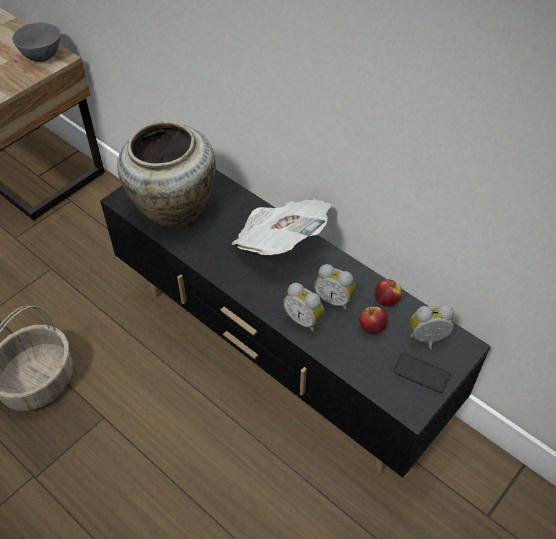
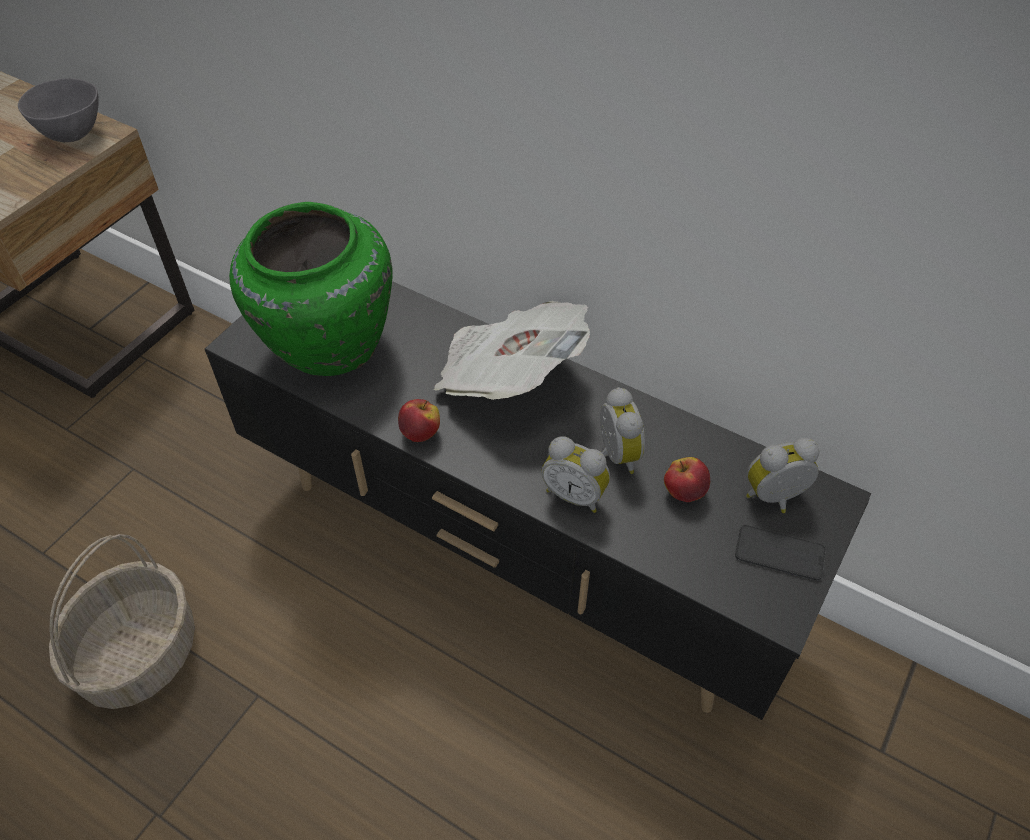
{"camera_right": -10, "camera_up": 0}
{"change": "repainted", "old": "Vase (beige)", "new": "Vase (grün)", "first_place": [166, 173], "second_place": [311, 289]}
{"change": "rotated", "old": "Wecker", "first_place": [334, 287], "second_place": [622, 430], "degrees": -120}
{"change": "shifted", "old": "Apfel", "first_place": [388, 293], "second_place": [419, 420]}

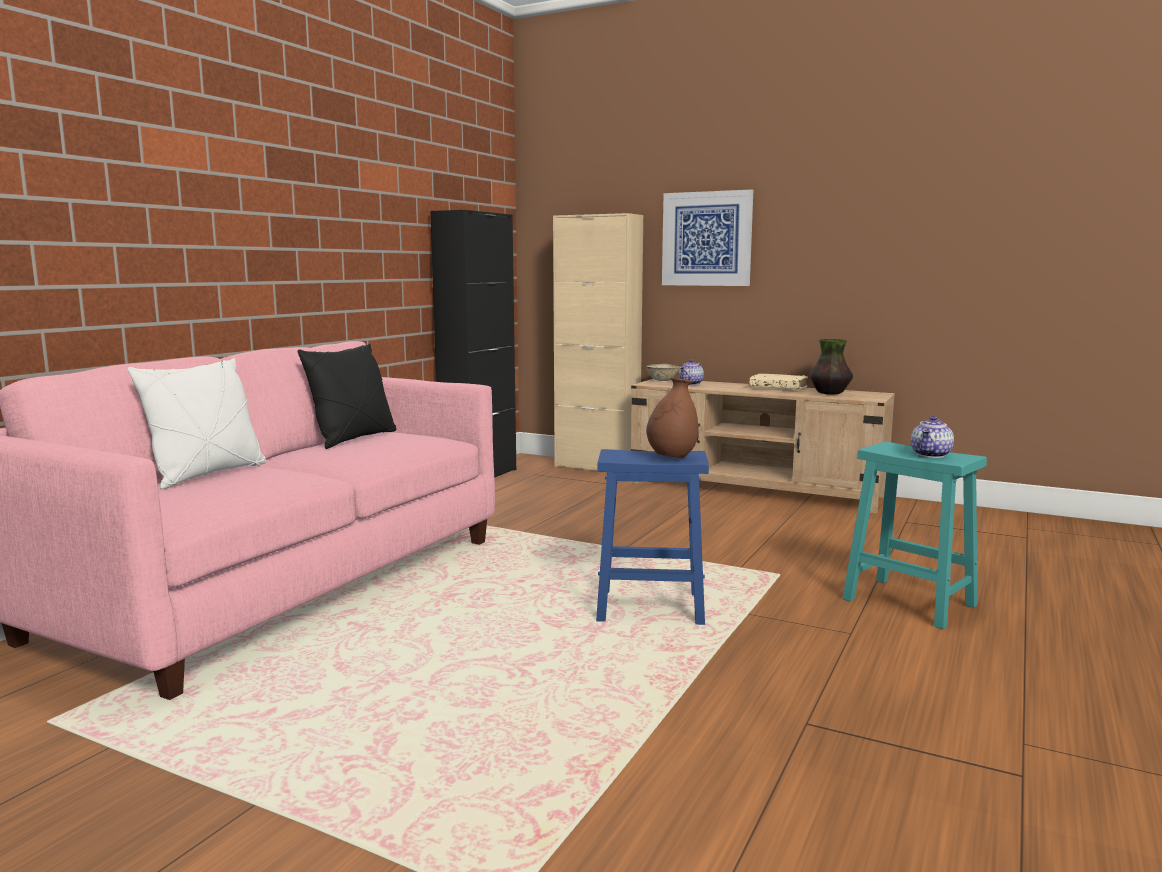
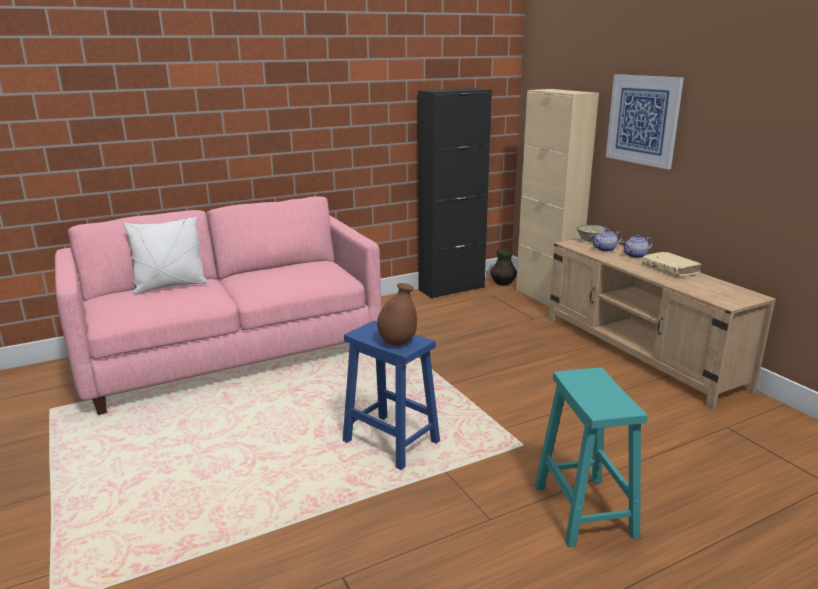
{"camera_right": 35, "camera_up": 10}
{"change": "gone", "old": "Kissen (schwarz)", "first_place": [347, 396]}
{"change": "shifted", "old": "Vase", "first_place": [831, 367], "second_place": [503, 266]}
{"change": "shifted", "old": "Teekanne", "first_place": [932, 437], "second_place": [637, 246]}

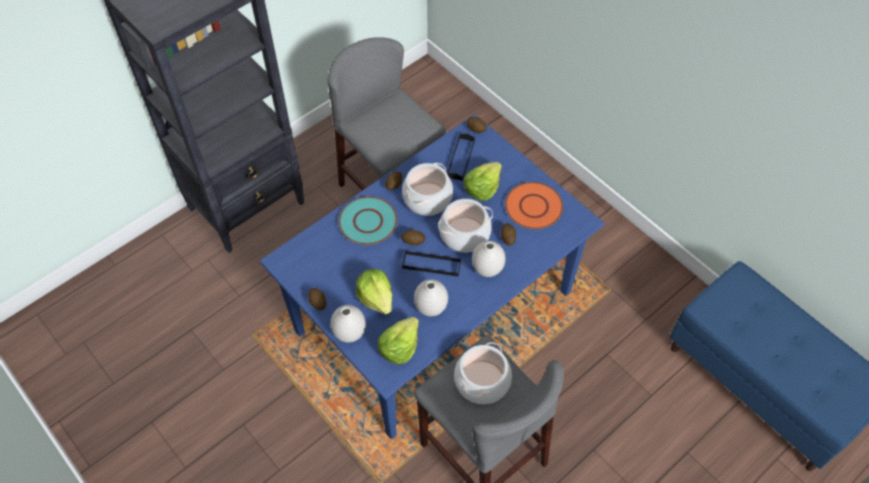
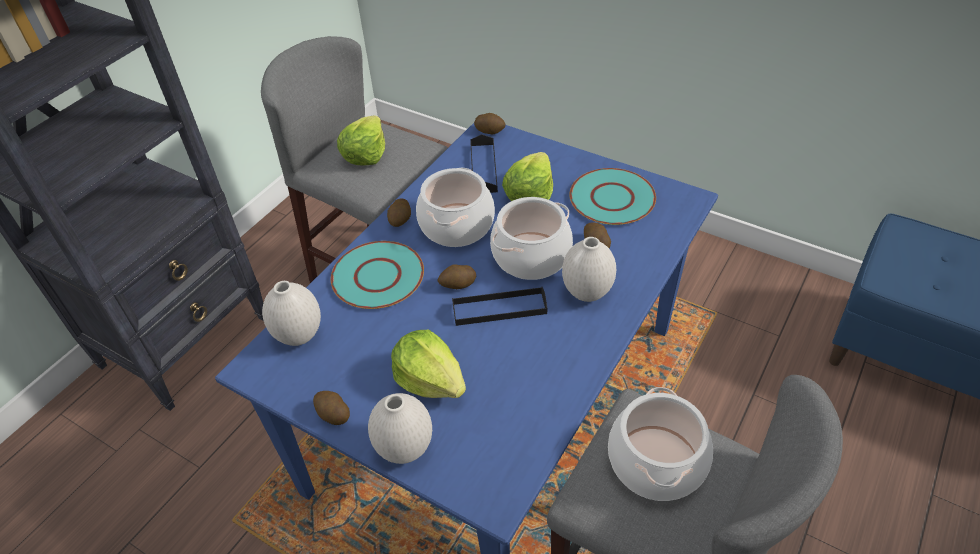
{"camera_right": -15, "camera_up": -10}
{"change": "shifted", "old": "Salatkopf", "first_place": [398, 341], "second_place": [361, 140]}
{"change": "shifted", "old": "Vase (weiß)", "first_place": [431, 297], "second_place": [291, 313]}
{"change": "repainted", "old": "Teller (orange)", "new": "Teller (türkis)", "first_place": [534, 205], "second_place": [612, 196]}

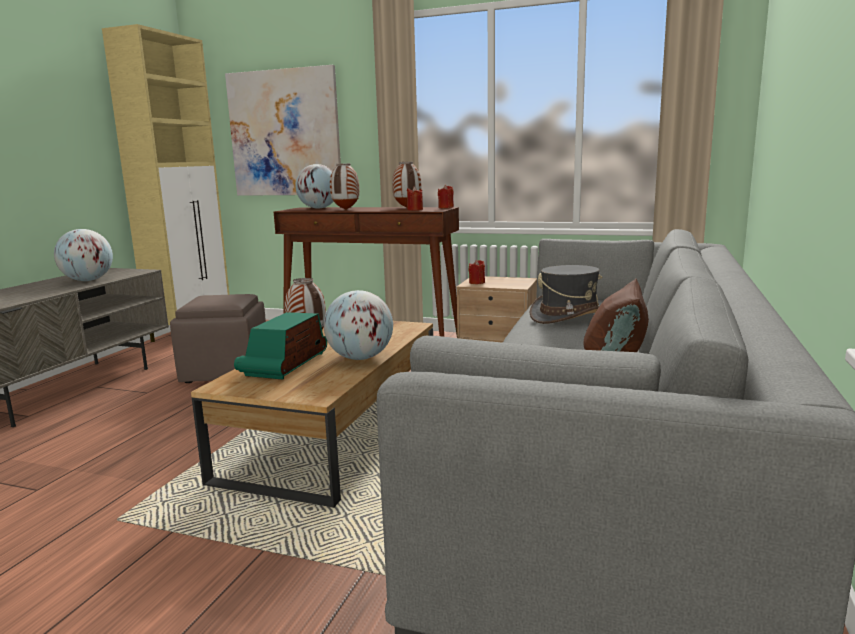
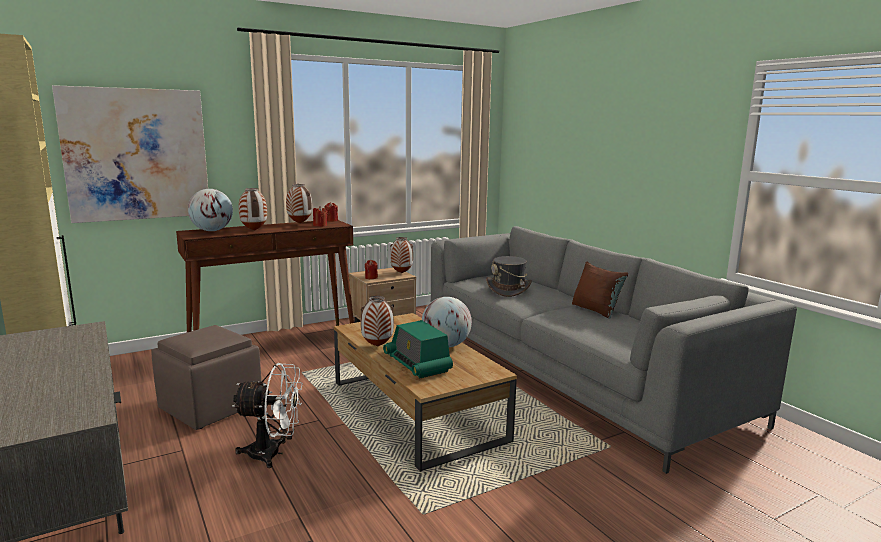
{"camera_right": -50, "camera_up": 0}
{"change": "gone", "old": "Globus", "first_place": [83, 255]}
{"change": "new", "new": "Ventilator (weiß)", "second_place": [267, 415]}
{"change": "new", "new": "Vase", "second_place": [401, 255]}

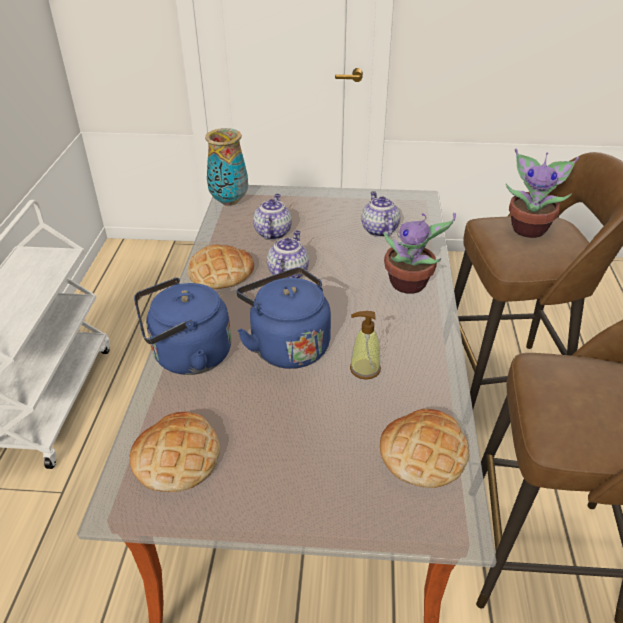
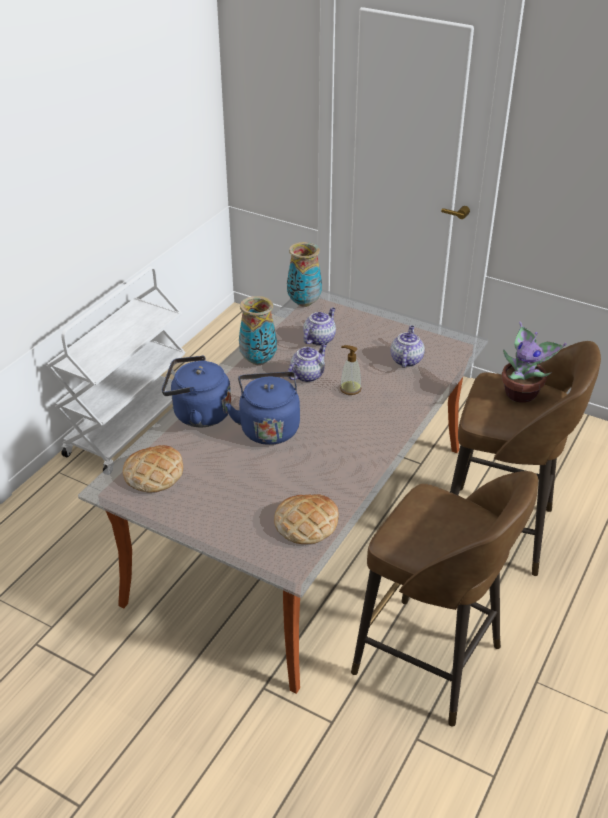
{"camera_right": 25, "camera_up": 0}
{"change": "swapped", "old": "Brot", "new": "Vase", "first_place": [220, 267], "second_place": [258, 330]}
{"change": "shifted", "old": "Seifenspender", "first_place": [365, 345], "second_place": [351, 370]}
{"change": "gone", "old": "Topfpflanze", "first_place": [420, 253]}

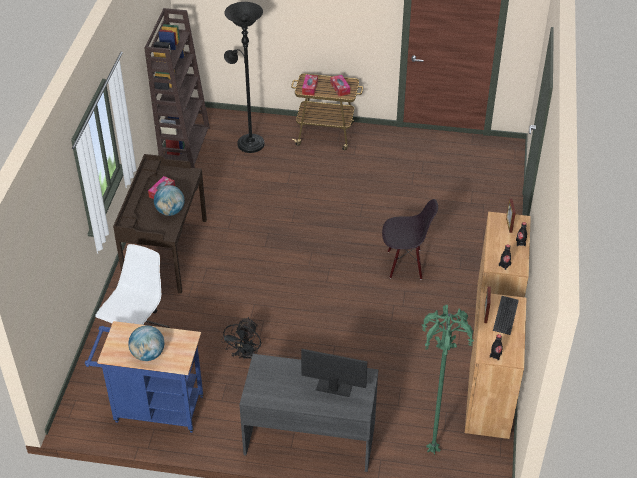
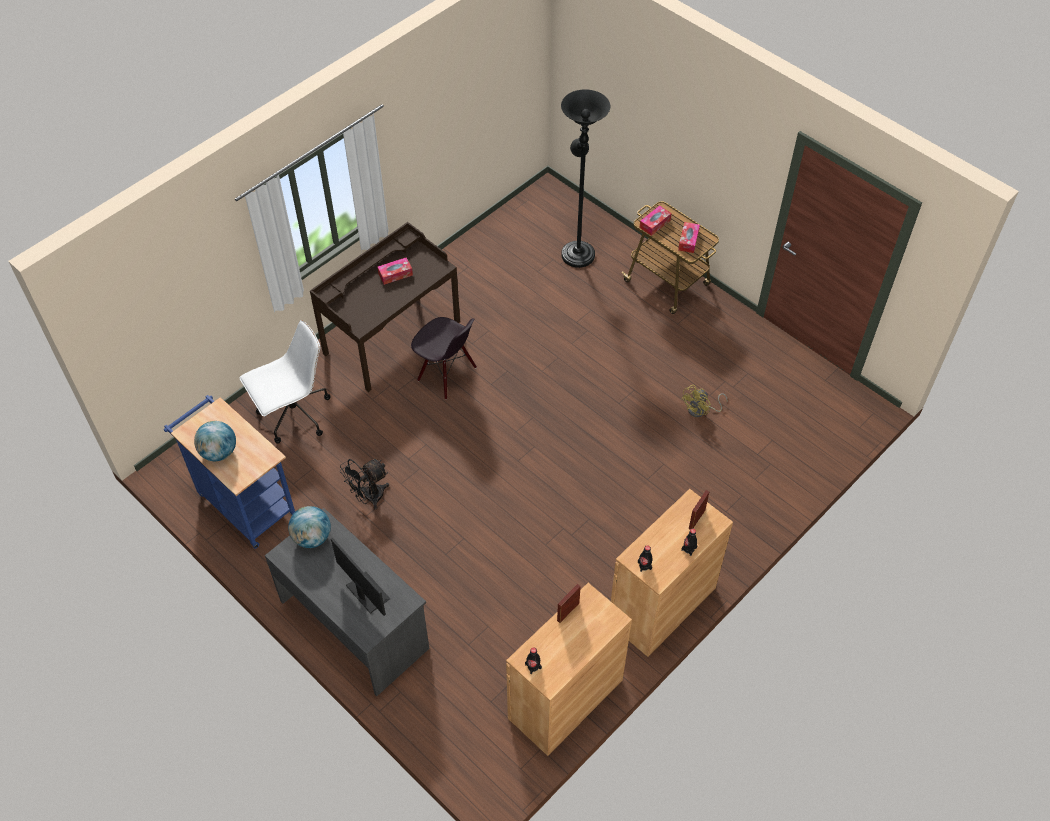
{"camera_right": 35, "camera_up": 10}
{"change": "gone", "old": "Bücherregal (braun)", "first_place": [177, 88]}
{"change": "shifted", "old": "Globus", "first_place": [169, 200], "second_place": [309, 527]}
{"change": "shifted", "old": "Stuhl (schwarz)", "first_place": [410, 239], "second_place": [444, 358]}
{"change": "gone", "old": "Stehlampe (grün)", "first_place": [448, 380]}
{"change": "gone", "old": "Tastatur", "first_place": [506, 315]}
{"change": "new", "new": "Ventilator (gelb)", "second_place": [704, 401]}

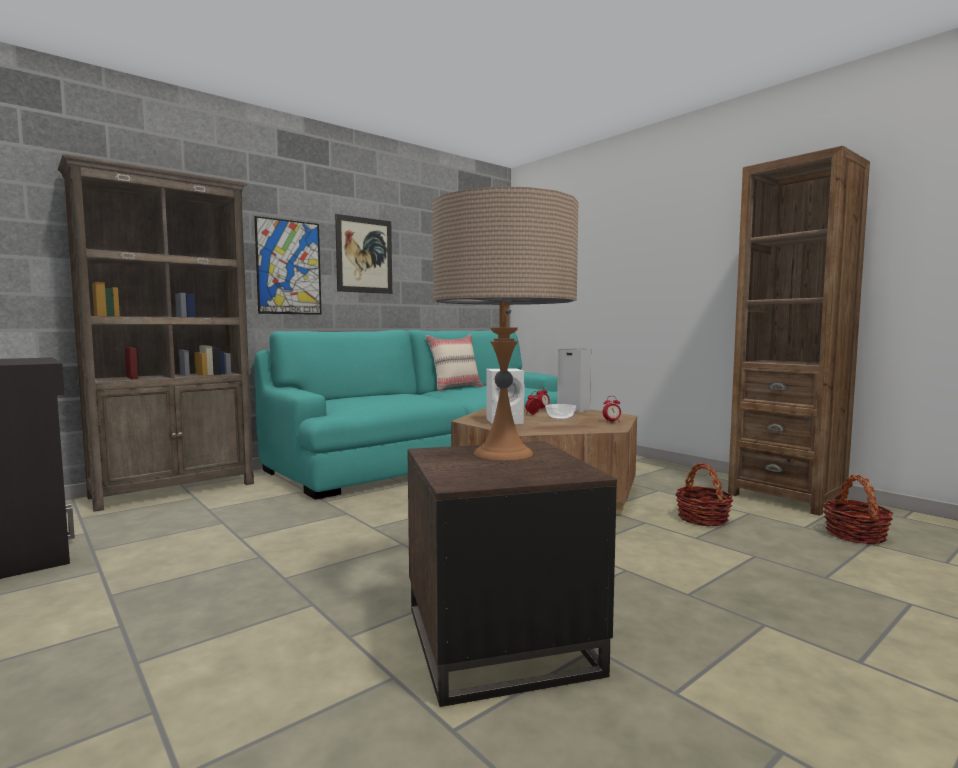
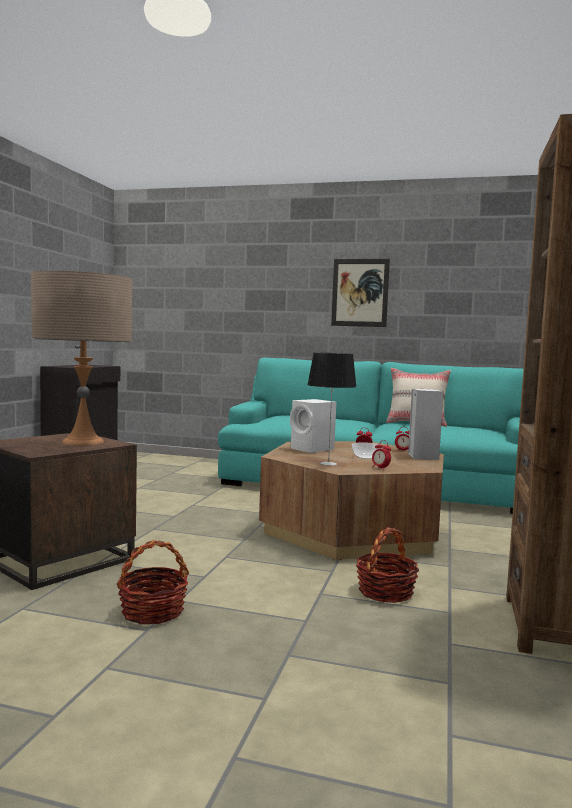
{"camera_right": 55, "camera_up": 0}
{"change": "gone", "old": "Bücherregal (braun)", "first_place": [156, 332]}
{"change": "gone", "old": "Bild", "first_place": [288, 265]}
{"change": "shifted", "old": "Korb", "first_place": [858, 509], "second_place": [152, 582]}
{"change": "new", "new": "Tischlampe", "second_place": [332, 408]}

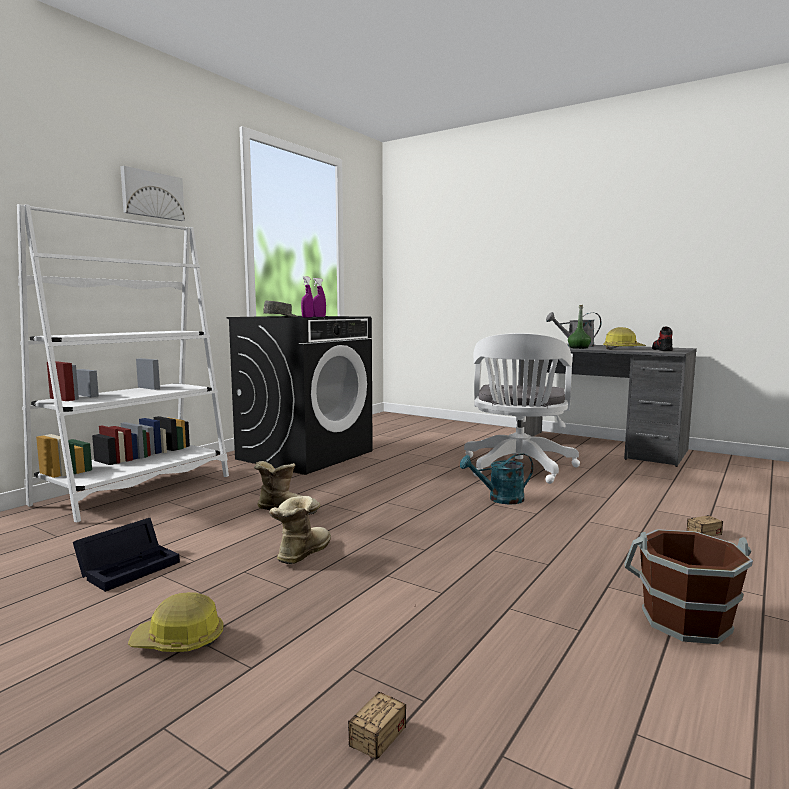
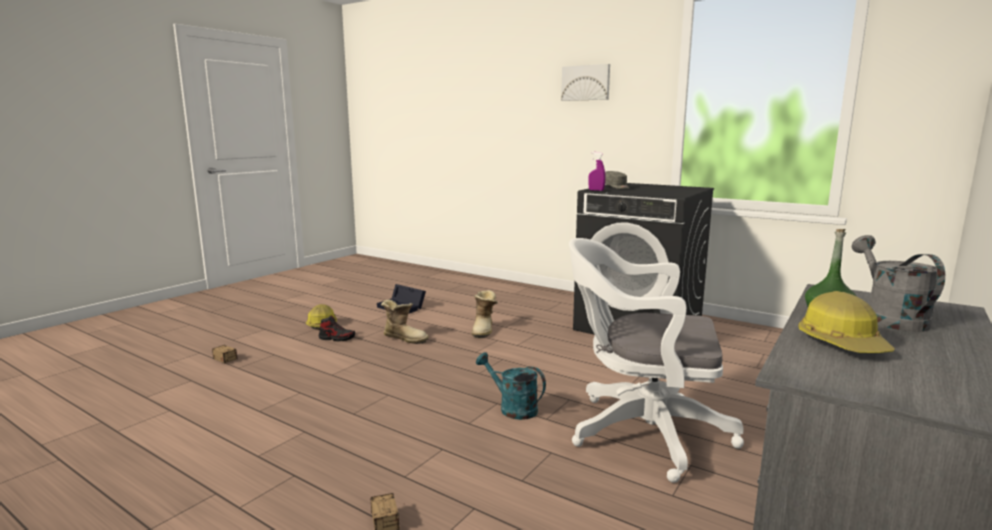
{"camera_right": 90, "camera_up": 5}
{"change": "gone", "old": "Bücherregal (weiß)", "first_place": [123, 363]}
{"change": "gone", "old": "Sprühflasche (lila)", "first_place": [319, 297]}
{"change": "rotated", "old": "Gießkanne (türkis)", "first_place": [496, 479], "second_place": [511, 386], "degrees": -45}
{"change": "gone", "old": "Eimer (braun)", "first_place": [688, 586]}
{"change": "shifted", "old": "Schuh", "first_place": [662, 338], "second_place": [337, 328]}

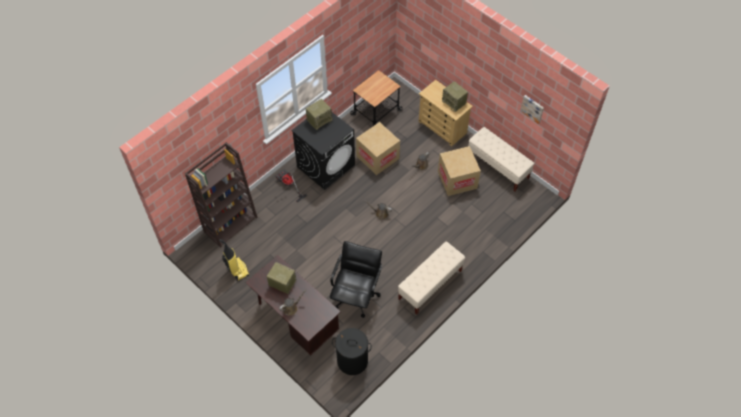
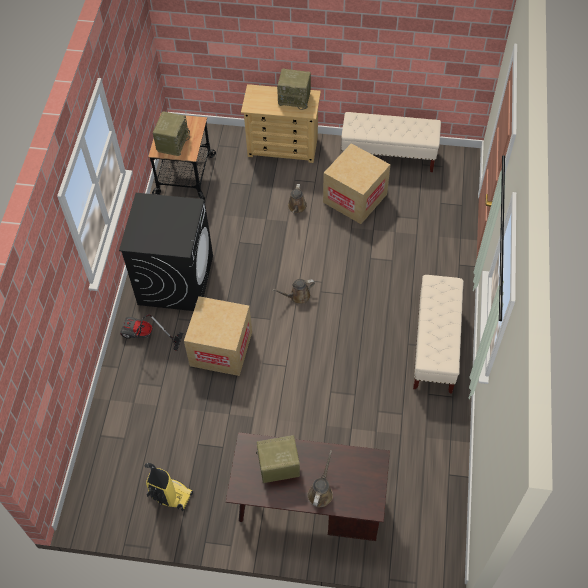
{"camera_right": -35, "camera_up": 0}
{"change": "gone", "old": "Bücherregal (braun)", "first_place": [221, 195]}
{"change": "shifted", "old": "Radio", "first_place": [319, 114], "second_place": [171, 133]}
{"change": "gone", "old": "Bürostuhl (schwarz)", "first_place": [356, 279]}
{"change": "gone", "old": "Wäschekorb (schwarz)", "first_place": [352, 351]}
{"change": "shifted", "old": "Karton", "first_place": [378, 148], "second_place": [218, 336]}
{"change": "gone", "old": "Bild", "first_place": [532, 109]}

